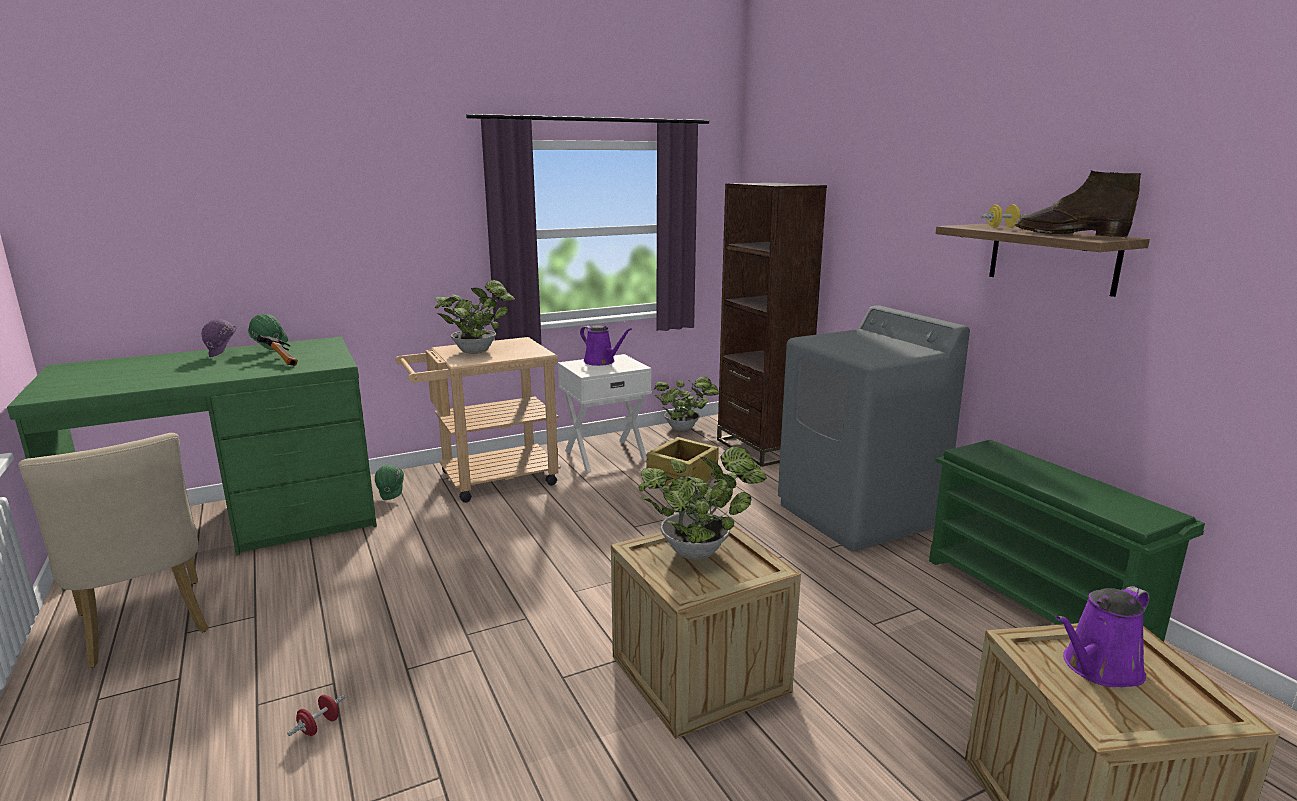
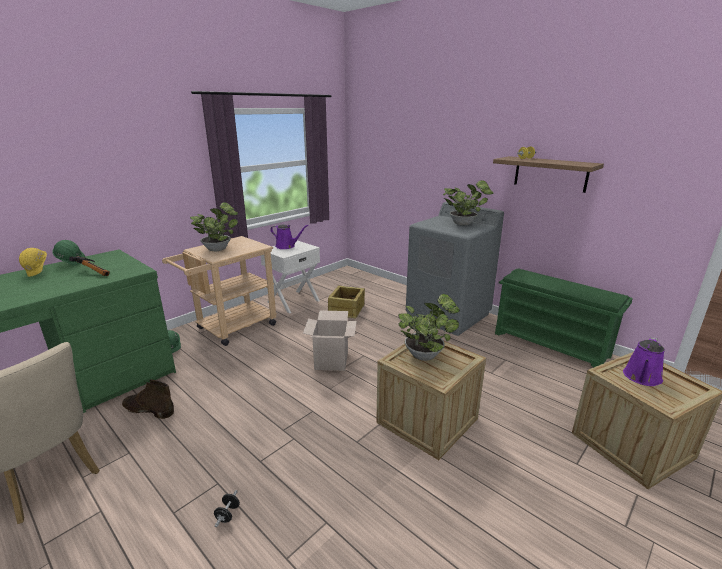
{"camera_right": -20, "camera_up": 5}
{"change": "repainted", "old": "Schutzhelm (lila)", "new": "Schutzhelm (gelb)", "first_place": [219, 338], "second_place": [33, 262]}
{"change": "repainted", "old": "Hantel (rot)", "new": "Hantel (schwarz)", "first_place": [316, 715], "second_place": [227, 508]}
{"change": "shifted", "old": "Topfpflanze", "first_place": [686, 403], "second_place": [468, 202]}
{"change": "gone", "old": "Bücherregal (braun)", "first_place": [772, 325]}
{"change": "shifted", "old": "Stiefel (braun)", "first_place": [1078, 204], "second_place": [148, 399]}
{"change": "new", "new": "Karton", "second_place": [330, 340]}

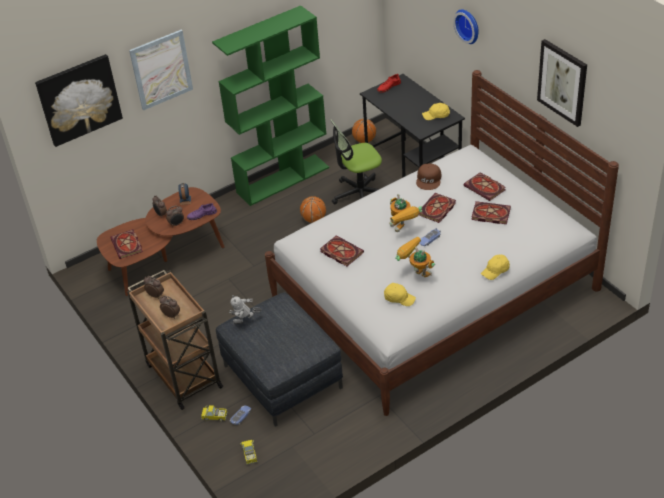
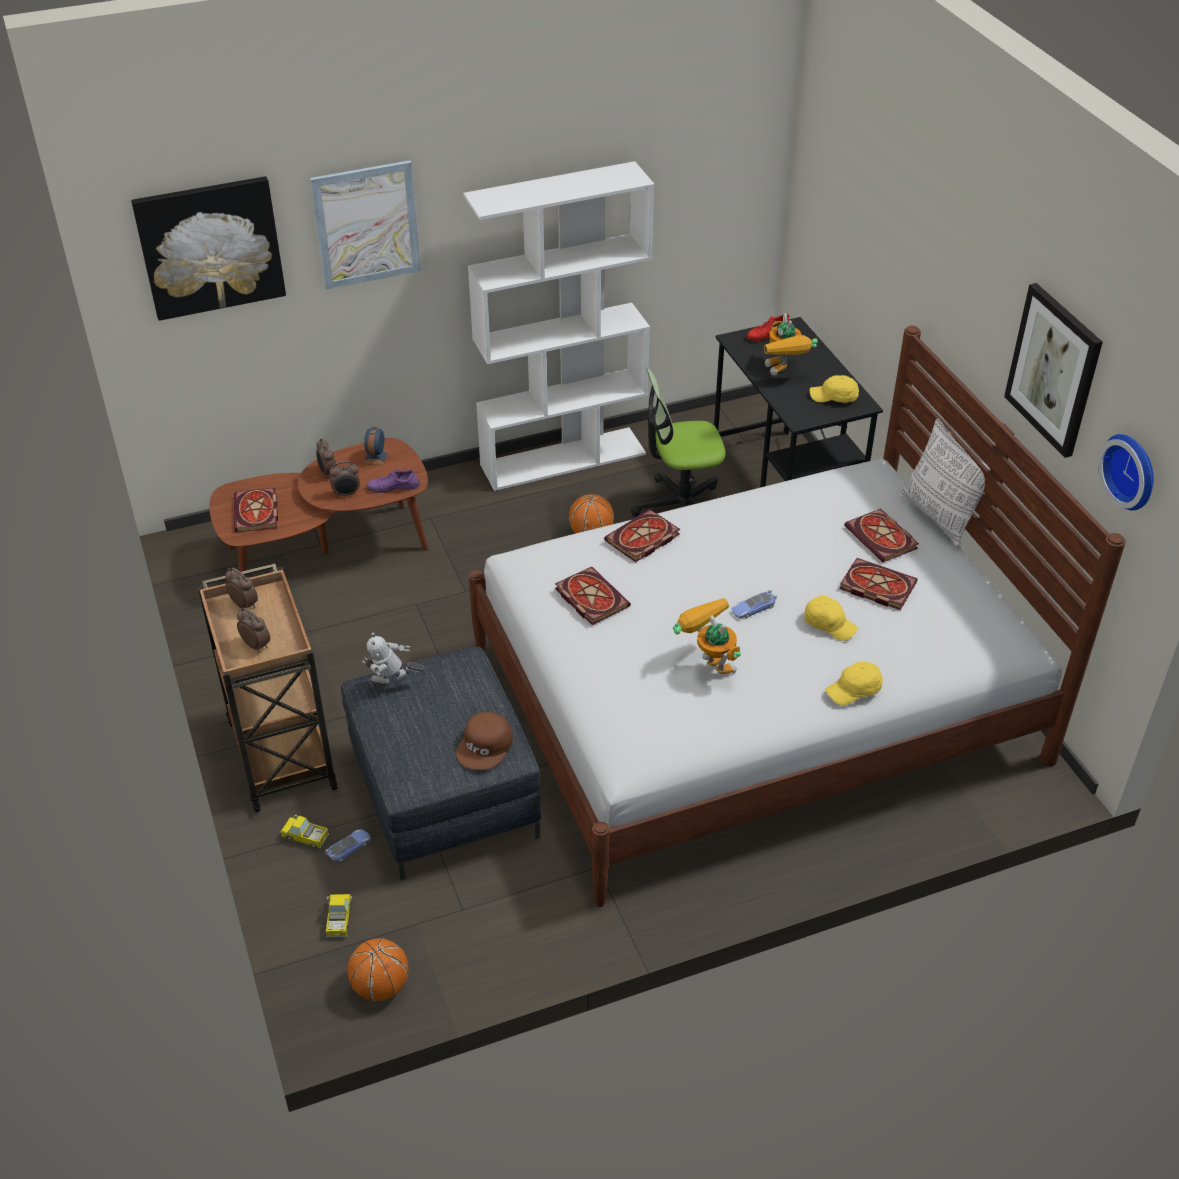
{"camera_right": 10, "camera_up": 0}
{"change": "repainted", "old": "Bücherregal (grün)", "new": "Bücherregal (weiß)", "first_place": [270, 105], "second_place": [558, 326]}
{"change": "shifted", "old": "Basketball", "first_place": [364, 131], "second_place": [378, 969]}
{"change": "shifted", "old": "Kappe (gelb)", "first_place": [400, 294], "second_place": [831, 618]}
{"change": "shifted", "old": "Spielzeugroboter", "first_place": [406, 213], "second_place": [791, 344]}
{"change": "shifted", "old": "Kappe (braun)", "first_place": [428, 177], "second_place": [484, 741]}
{"change": "shifted", "old": "Buch", "first_place": [437, 208], "second_place": [642, 535]}
{"change": "shifted", "old": "Wanduhr", "first_place": [466, 26], "second_place": [1126, 472]}
{"change": "new", "new": "Kissen", "second_place": [945, 483]}

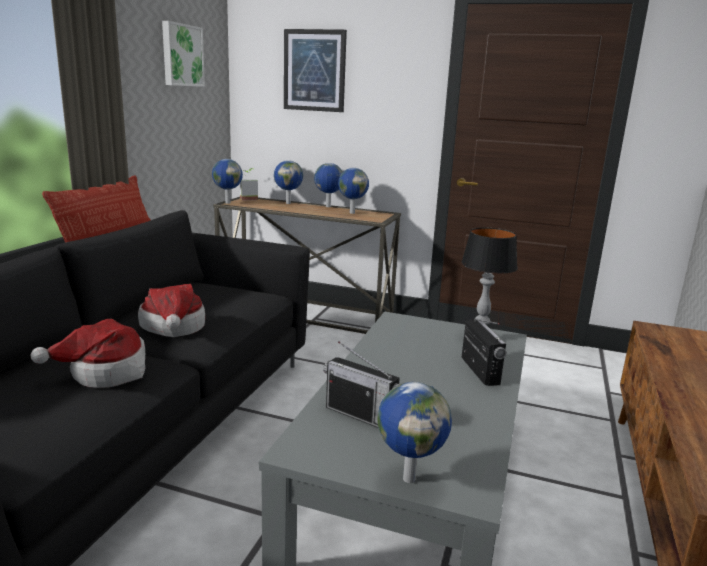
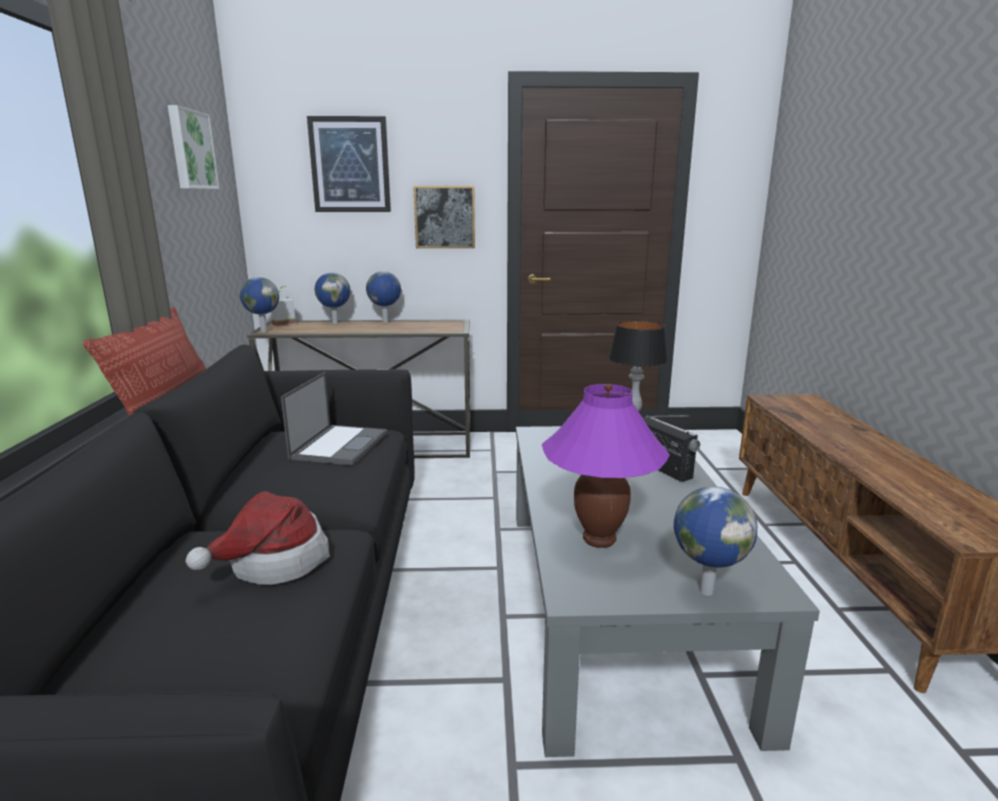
{"camera_right": -20, "camera_up": 0}
{"change": "gone", "old": "Hut", "first_place": [171, 310]}
{"change": "swapped", "old": "Radio", "new": "Tischlampe (lila)", "first_place": [361, 384], "second_place": [606, 466]}
{"change": "gone", "old": "Globus", "first_place": [353, 191]}
{"change": "new", "new": "Laptop", "second_place": [334, 418]}
{"change": "new", "new": "Bild", "second_place": [444, 217]}

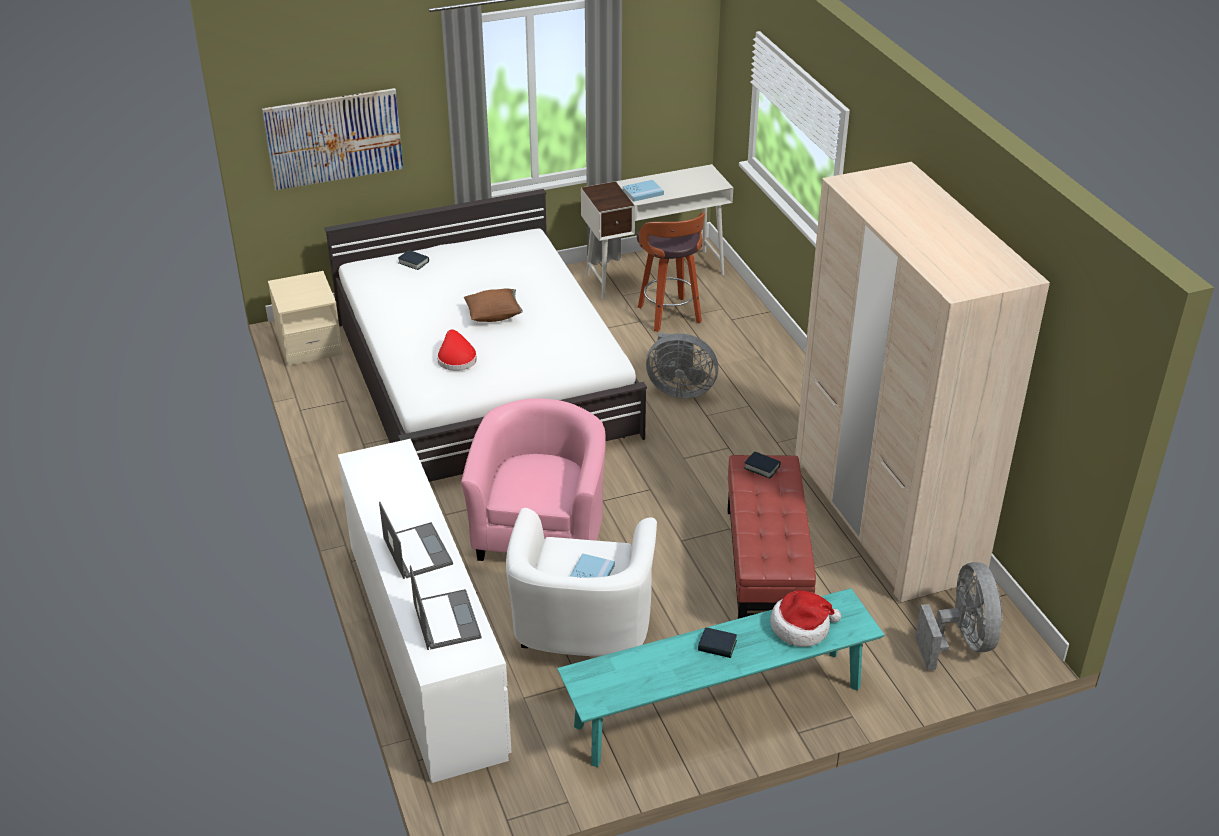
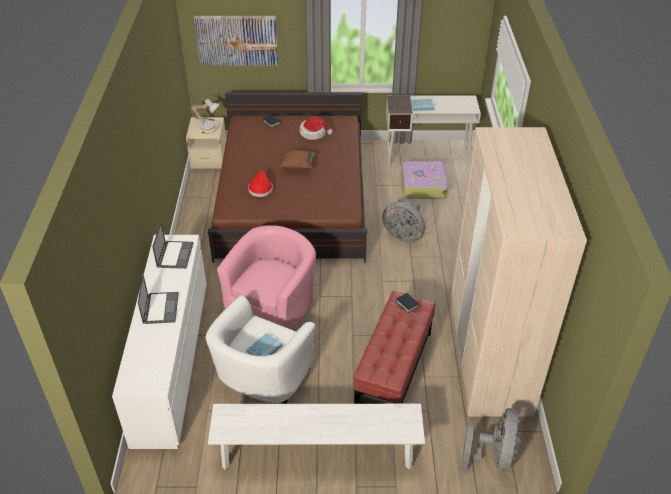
{"camera_right": 20, "camera_up": 5}
{"change": "repainted", "old": "Bett (weiß)", "new": "Bett (braun)", "first_place": [486, 335], "second_place": [287, 177]}
{"change": "shifted", "old": "Laptop", "first_place": [446, 607], "second_place": [172, 245]}
{"change": "repainted", "old": "Bank (türkis)", "new": "Bank (weiß)", "first_place": [721, 677], "second_place": [316, 437]}
{"change": "swapped", "old": "Hocker", "new": "Koffer", "first_place": [671, 272], "second_place": [424, 180]}
{"change": "gone", "old": "Buch", "first_place": [717, 642]}
{"change": "shifted", "old": "Hut", "first_place": [805, 619], "second_place": [316, 128]}
{"change": "new", "new": "Tischlampe", "second_place": [205, 116]}

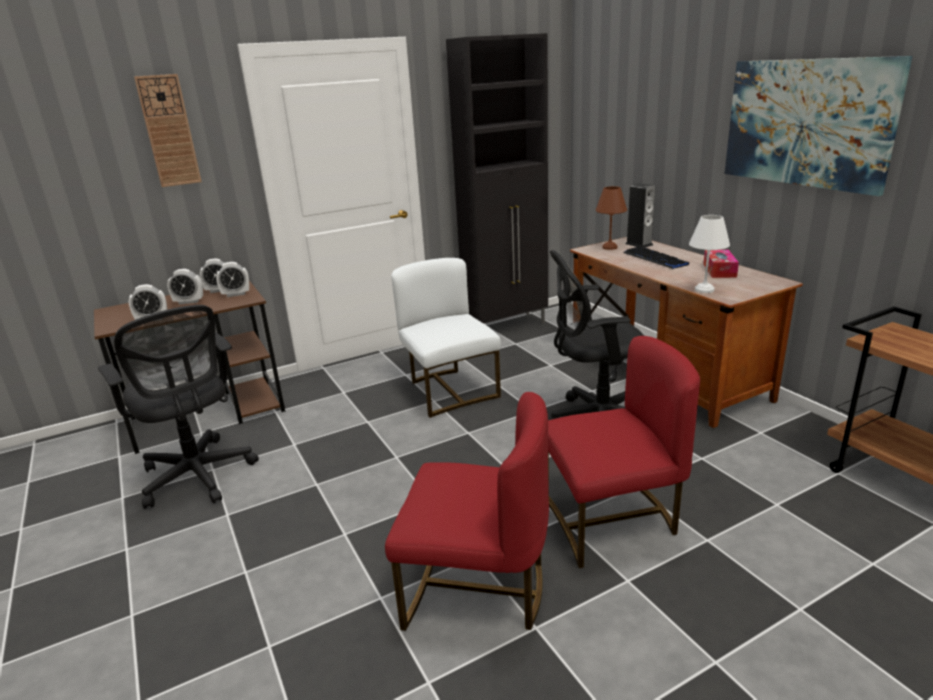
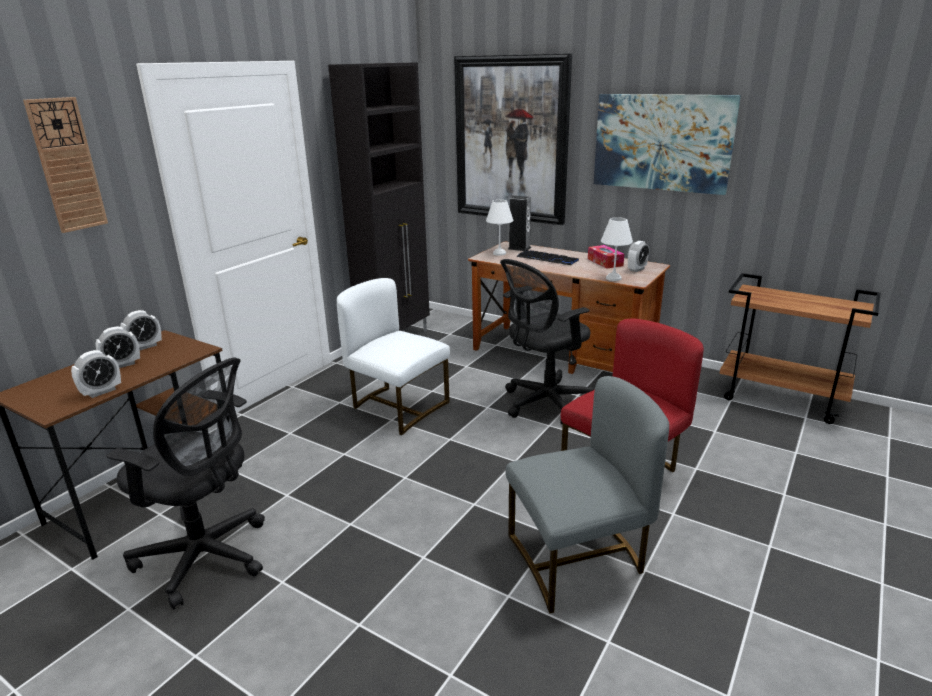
{"camera_right": -30, "camera_up": 0}
{"change": "shifted", "old": "Wecker", "first_place": [232, 279], "second_place": [638, 256]}
{"change": "repainted", "old": "Stuhl (rot)", "new": "Stuhl (grau)", "first_place": [467, 511], "second_place": [587, 494]}
{"change": "repainted", "old": "Tischlampe (braun)", "new": "Tischlampe (weiß)", "first_place": [611, 218], "second_place": [499, 228]}
{"change": "new", "new": "Bild", "second_place": [513, 139]}

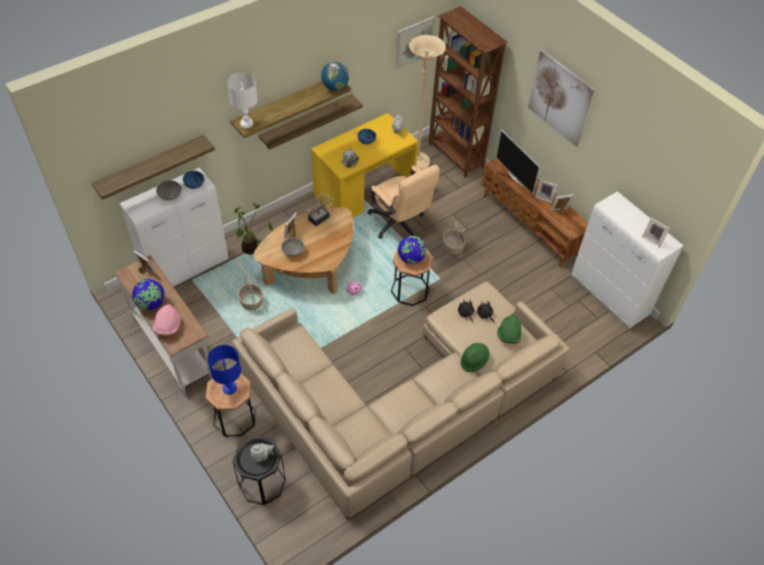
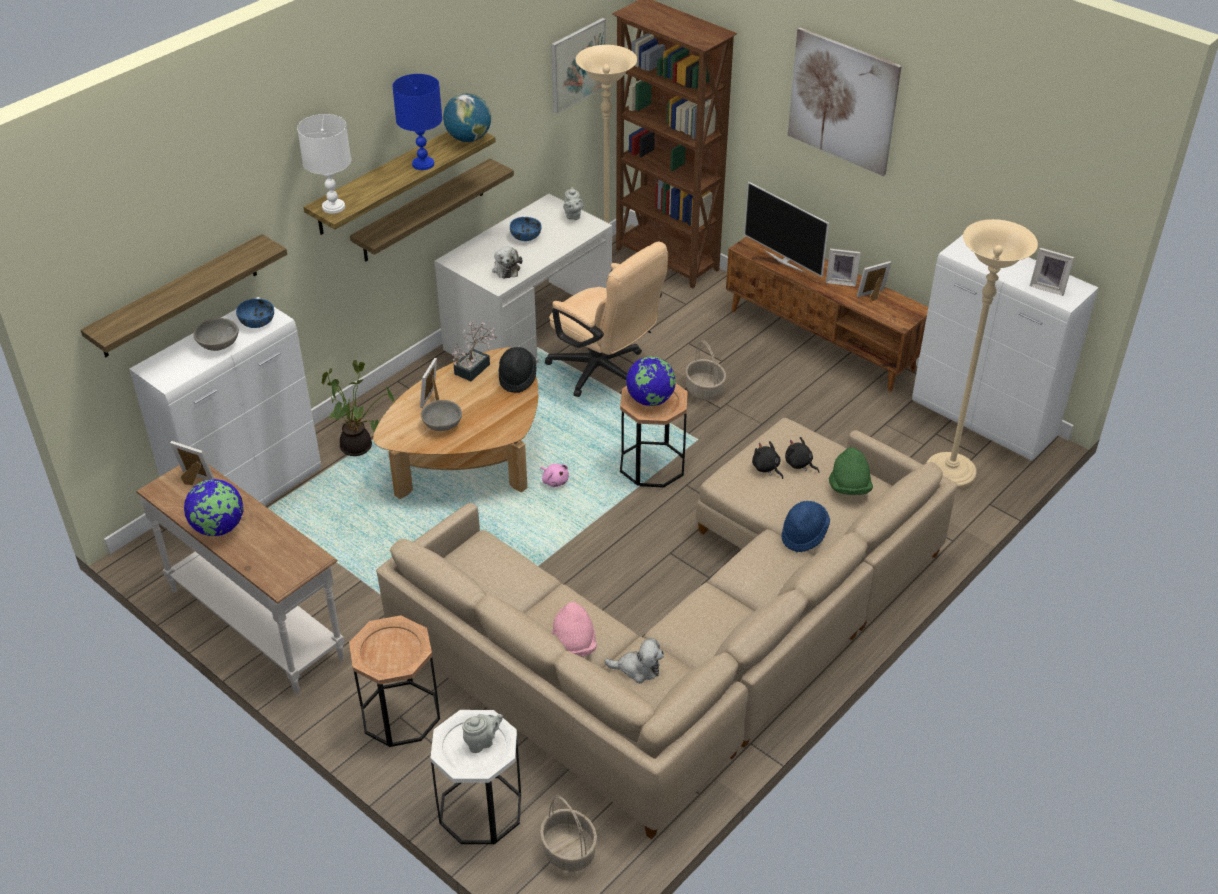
{"camera_right": -10, "camera_up": -10}
{"change": "shifted", "old": "Hut (rosa)", "first_place": [167, 320], "second_place": [574, 629]}
{"change": "shifted", "old": "Tischlampe (blau)", "first_place": [224, 370], "second_place": [417, 122]}
{"change": "repainted", "old": "Beistelltisch (schwarz)", "new": "Beistelltisch (weiß)", "first_place": [258, 470], "second_place": [475, 777]}
{"change": "shifted", "old": "Korb", "first_place": [250, 293], "second_place": [568, 833]}
{"change": "repainted", "old": "Schreibtisch (gelb)", "new": "Schreibtisch (weiß)", "first_place": [364, 165], "second_place": [523, 279]}
{"change": "repainted", "old": "Hut (grün)", "new": "Hut (blau)", "first_place": [475, 357], "second_place": [805, 527]}
{"change": "new", "new": "Hut (schwarz)", "second_place": [517, 370]}
{"change": "new", "new": "Plüschtier", "second_place": [634, 660]}
{"change": "new", "new": "Stehlampe (beige)", "second_place": [982, 354]}

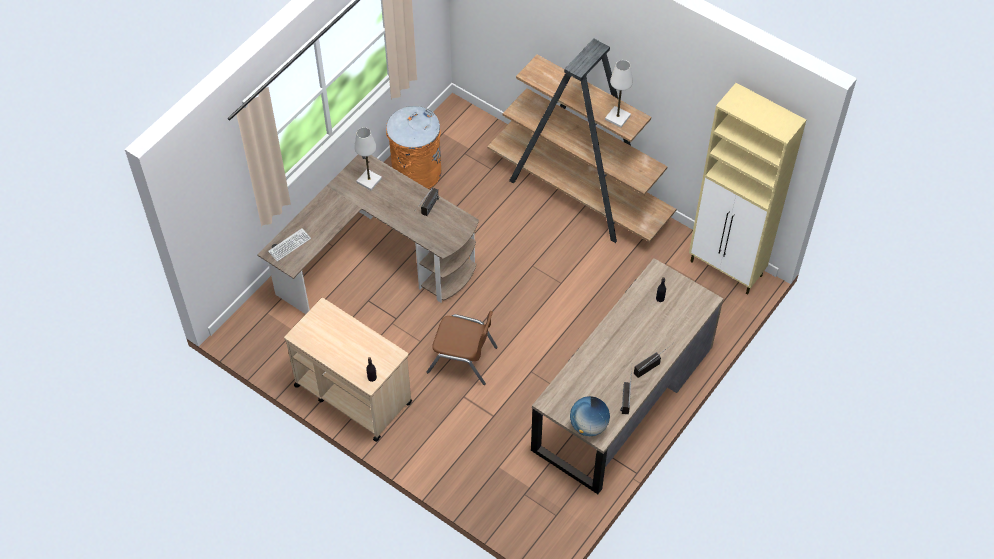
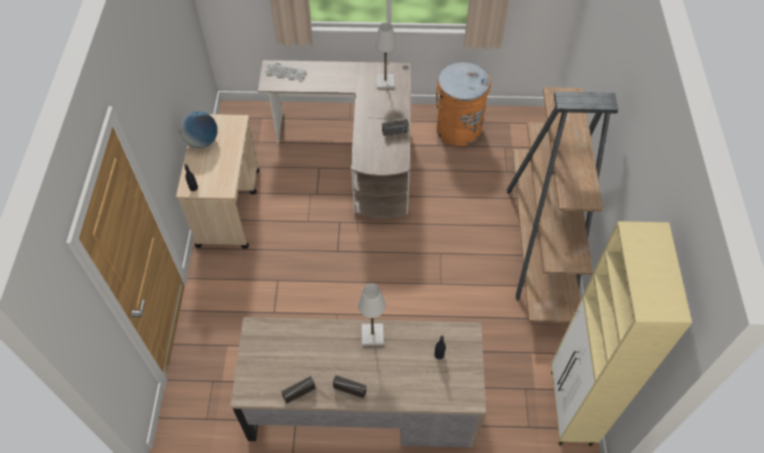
{"camera_right": 55, "camera_up": 0}
{"change": "gone", "old": "Stuhl (braun)", "first_place": [462, 348]}
{"change": "shifted", "old": "Globus", "first_place": [590, 416], "second_place": [198, 129]}
{"change": "shifted", "old": "Tischlampe (weiß)", "first_place": [619, 93], "second_place": [372, 314]}

